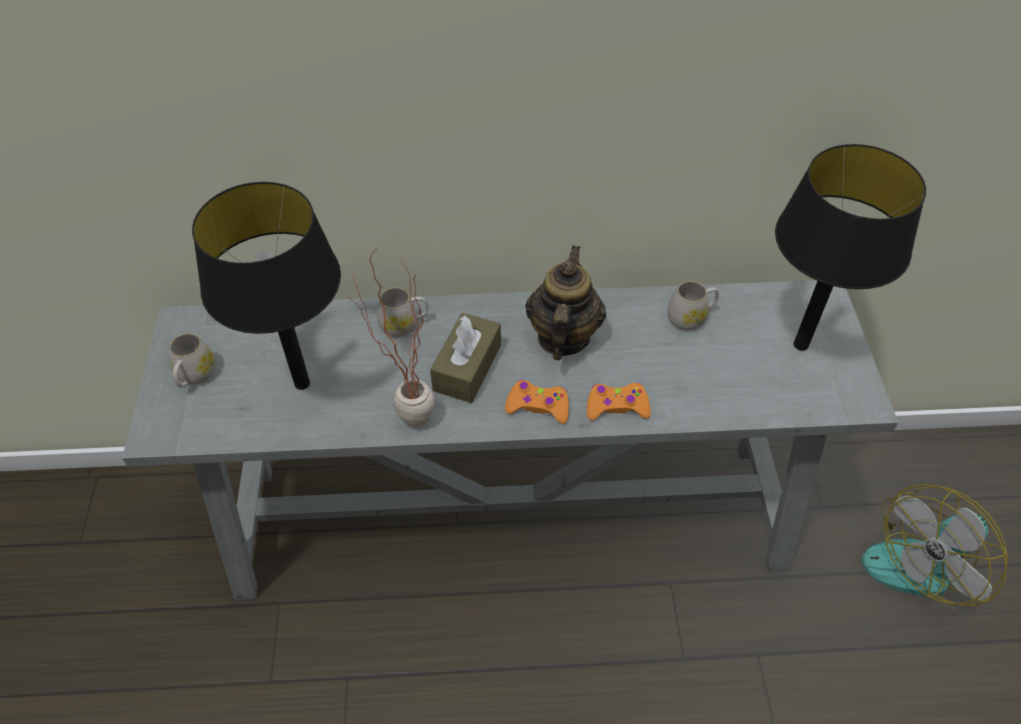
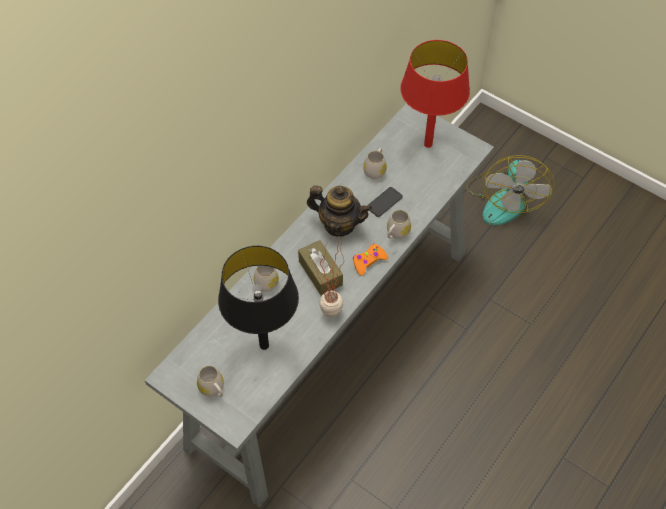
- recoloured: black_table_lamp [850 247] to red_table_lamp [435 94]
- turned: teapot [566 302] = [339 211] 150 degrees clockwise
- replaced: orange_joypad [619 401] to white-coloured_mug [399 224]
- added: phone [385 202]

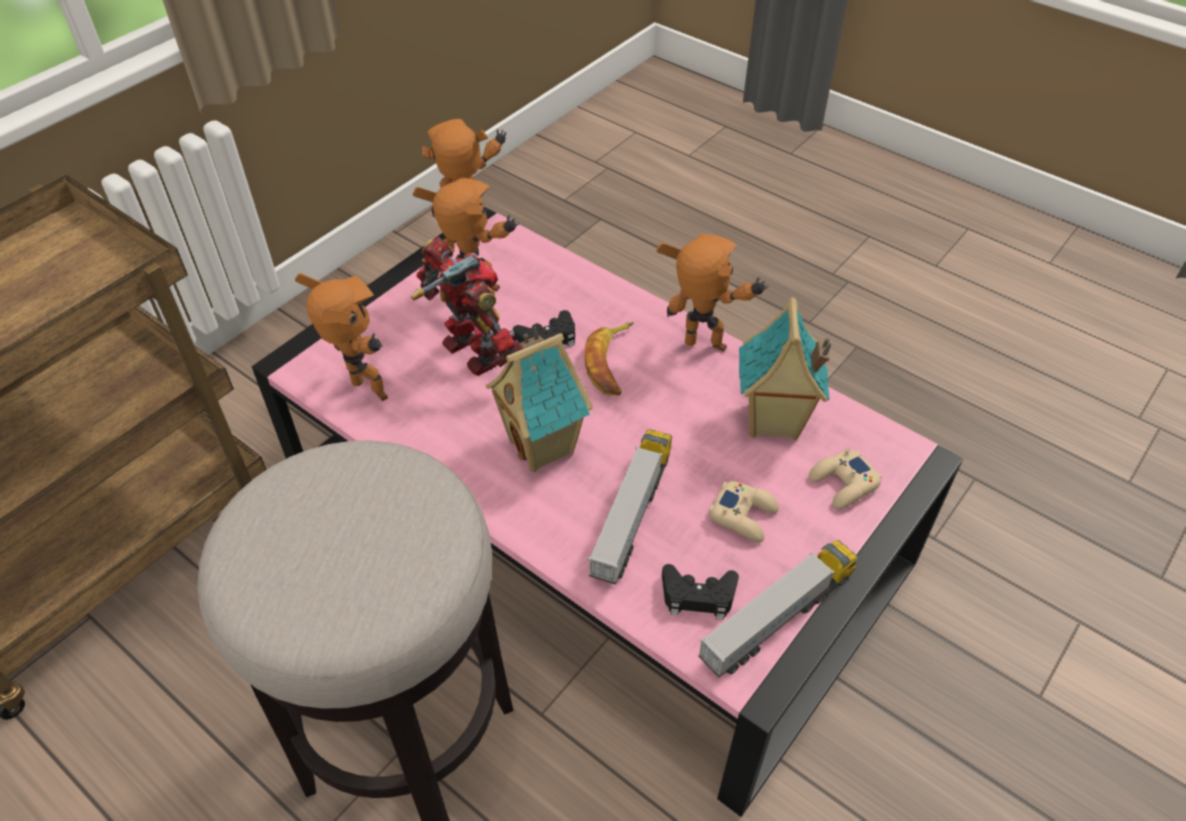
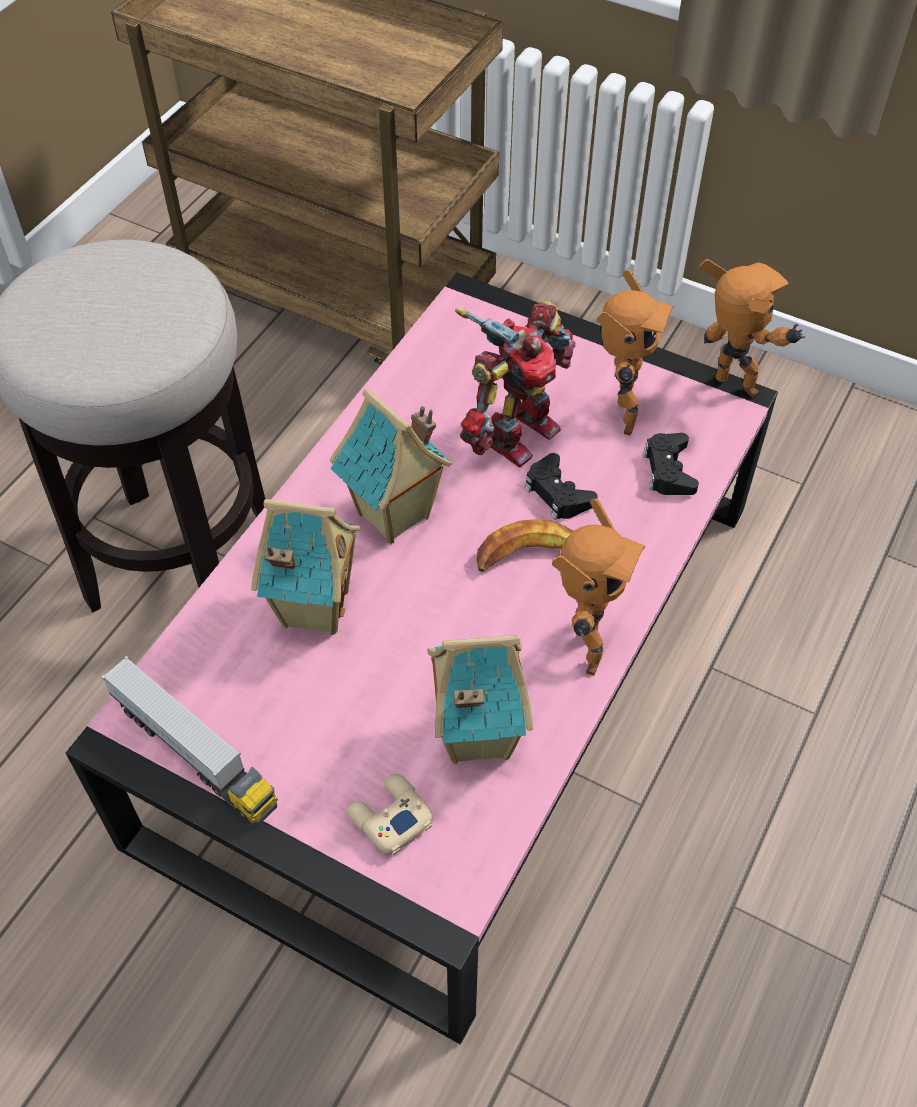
- removed: model_robot [341 337]
- replaced: model_truck [630 506] to miniature_house [305 567]
- removed: beige_joypad [744 512]
- moved: black_joypad [700 592] to [671 464]

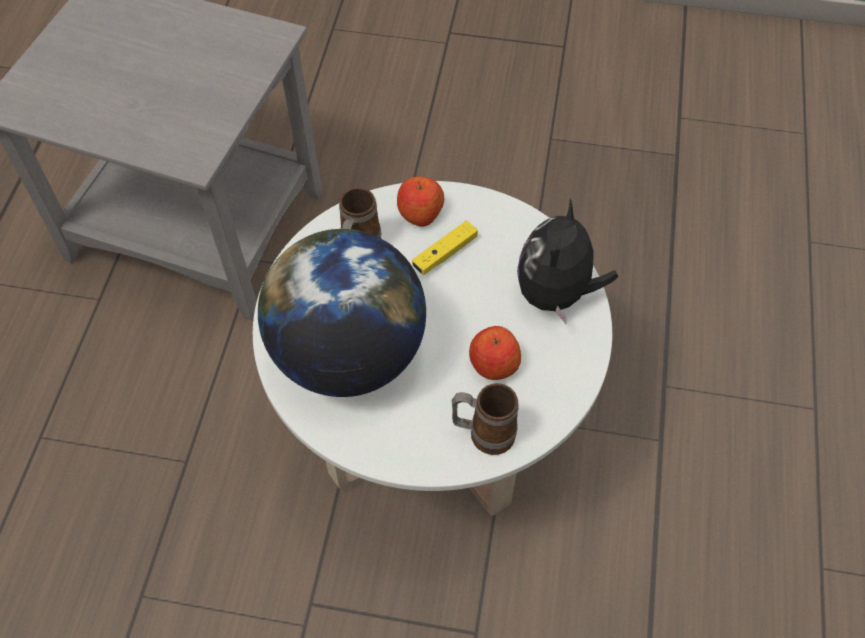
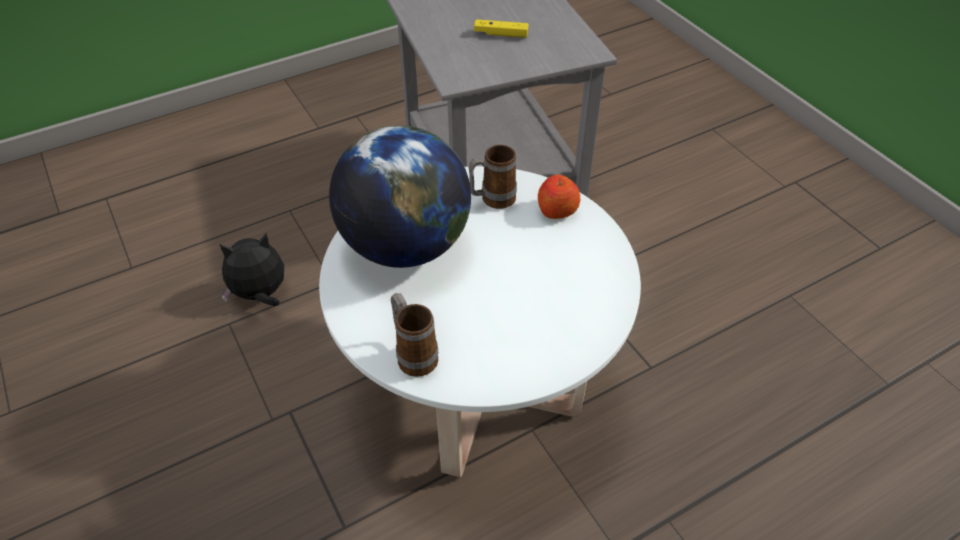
- moved: soft_toy [567 261] to [251 269]
- moved: yellow_joypad [445 248] to [501 28]
- removed: whole_apple [495 353]

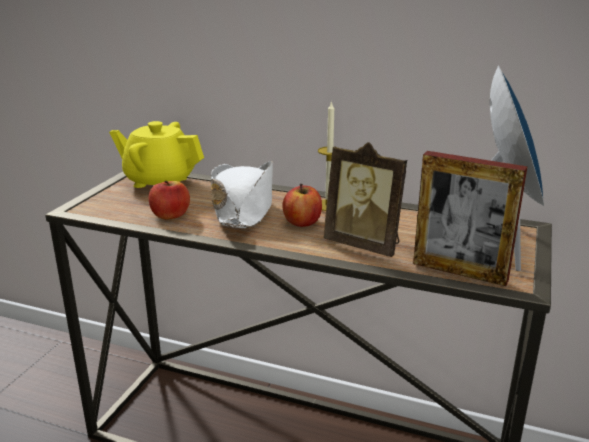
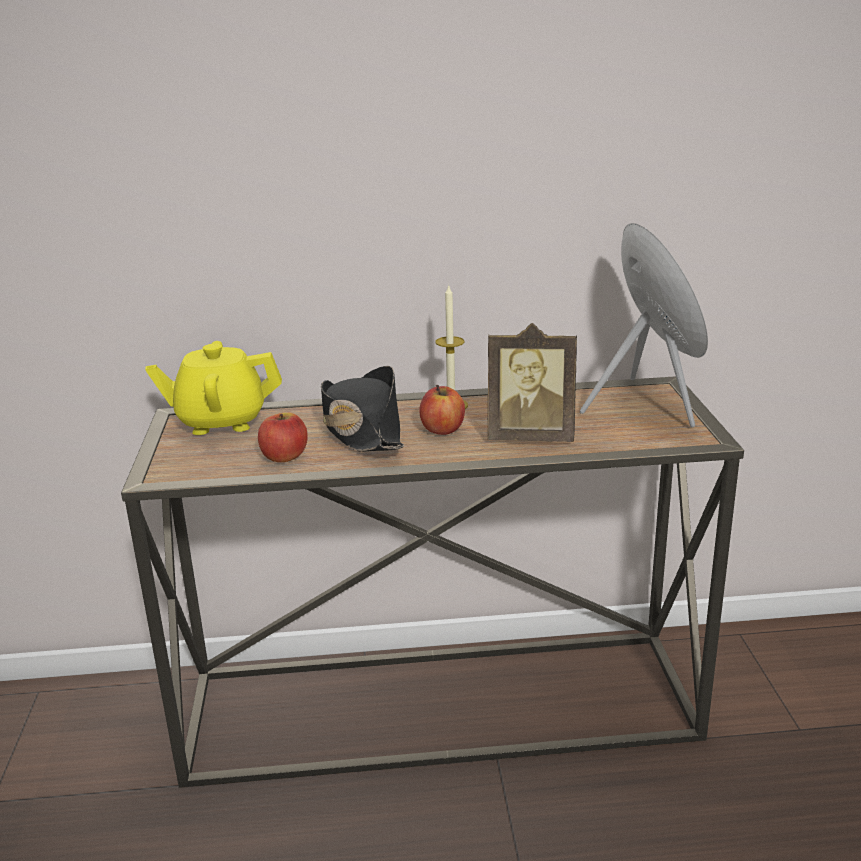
- removed: standing_frame [470 218]
- recoloured: white-coloured_clothing_hat [242 194] to black_clothing_hat [362 409]

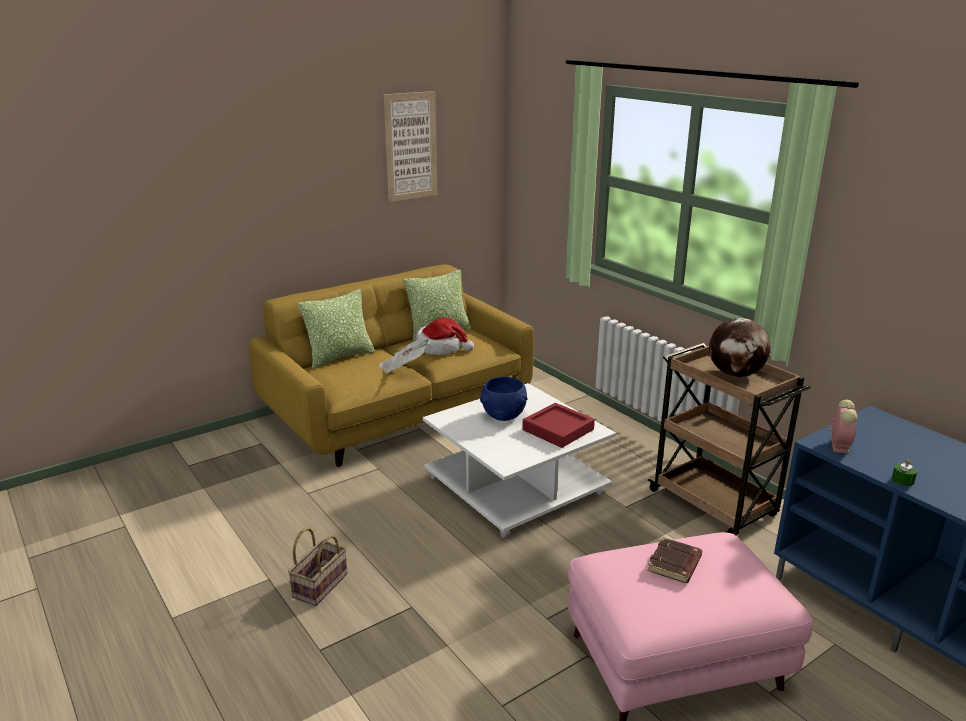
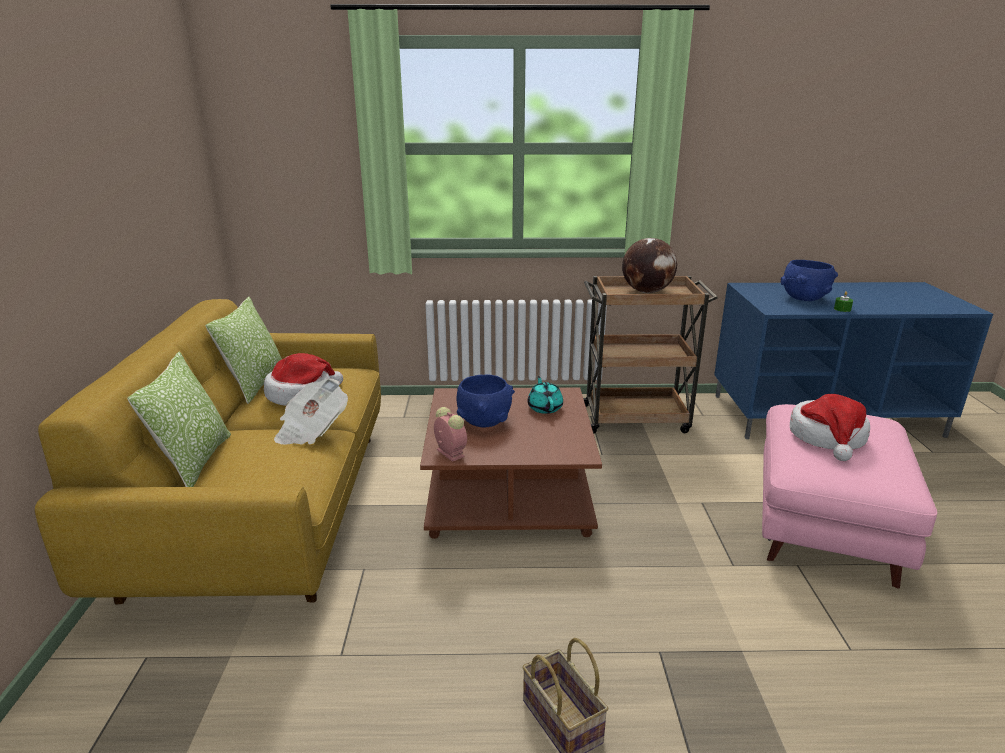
- removed: wall_picture [410 146]
- recoloured: white-coloured_lounge_table [519 460] to brown-coloured_lounge_table [511 463]
- moved: table_clock [843 427] to [450 434]
- replaced: red_carrying_tray [558 425] to turquoise-coloured_teapot [545 395]
- replaced: brown-coloured_volume [674 560] to clothing_hat [830 427]
- added: blue_deep_dish [809 280]

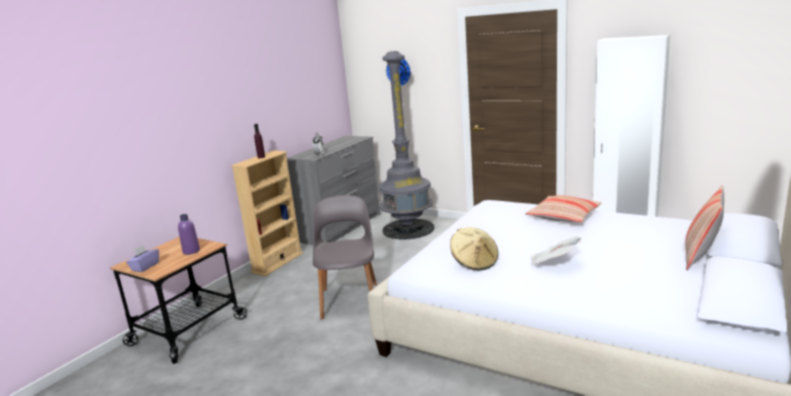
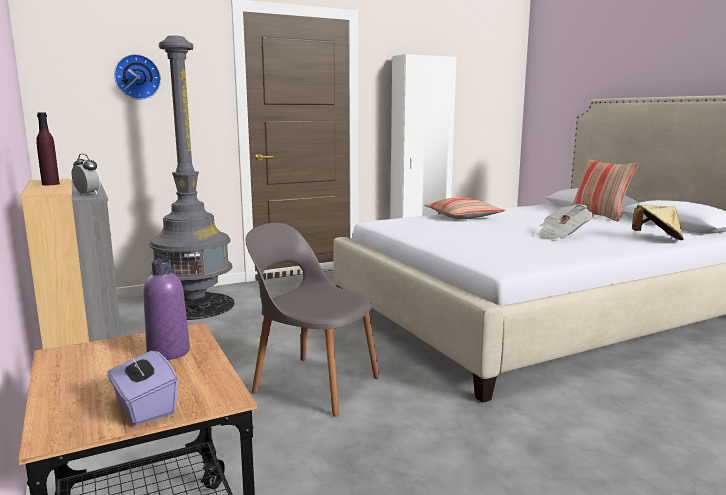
- moved: beige_clothing_hat [474 248] to [658 222]

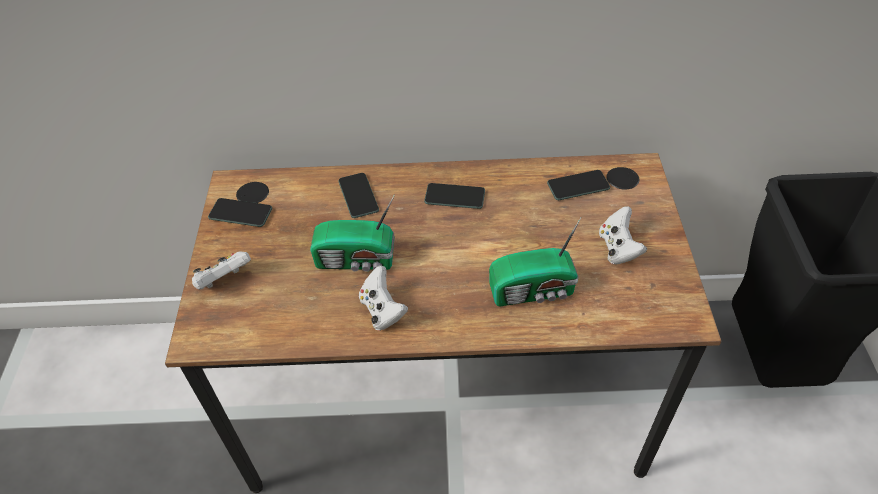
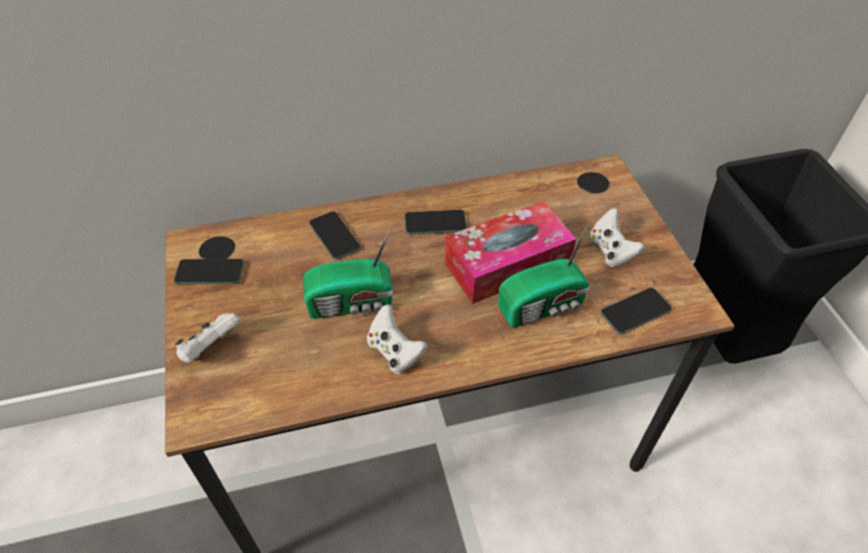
- moved: phone [578 185] to [636 311]
- added: tissue_box [510 252]

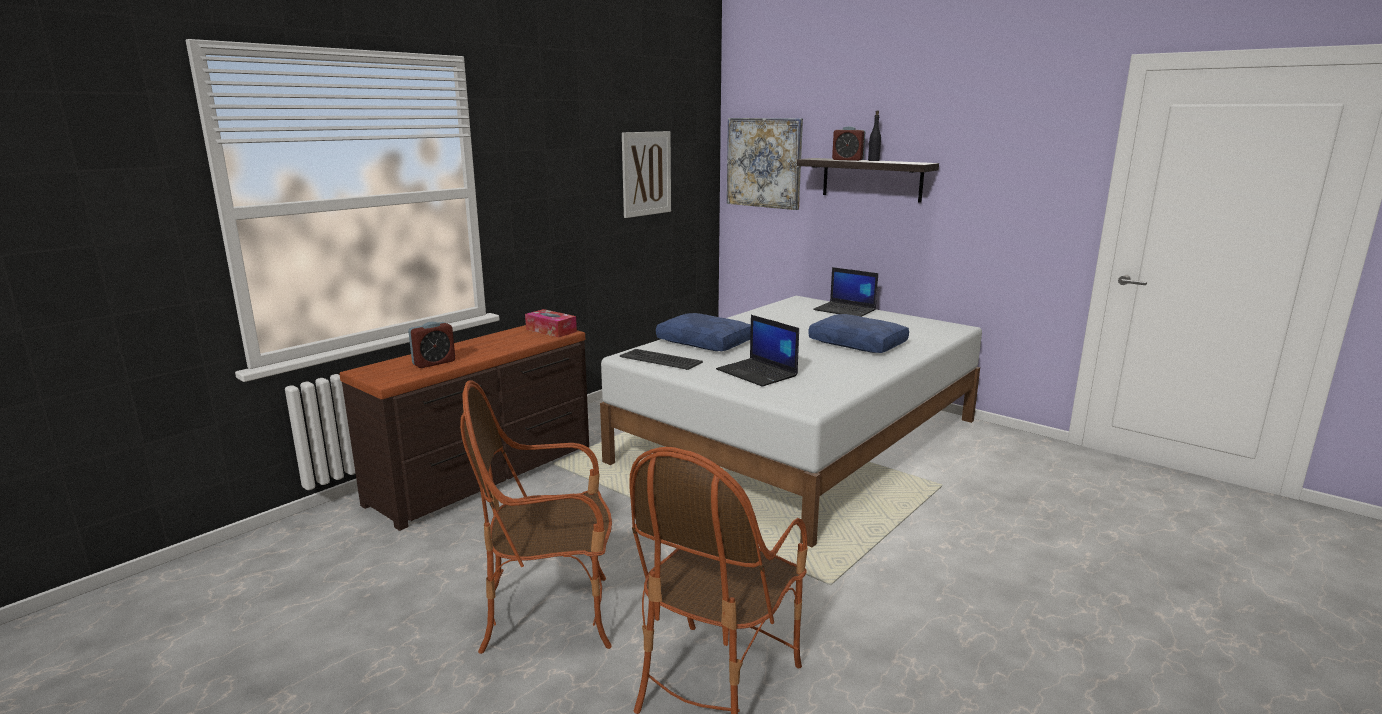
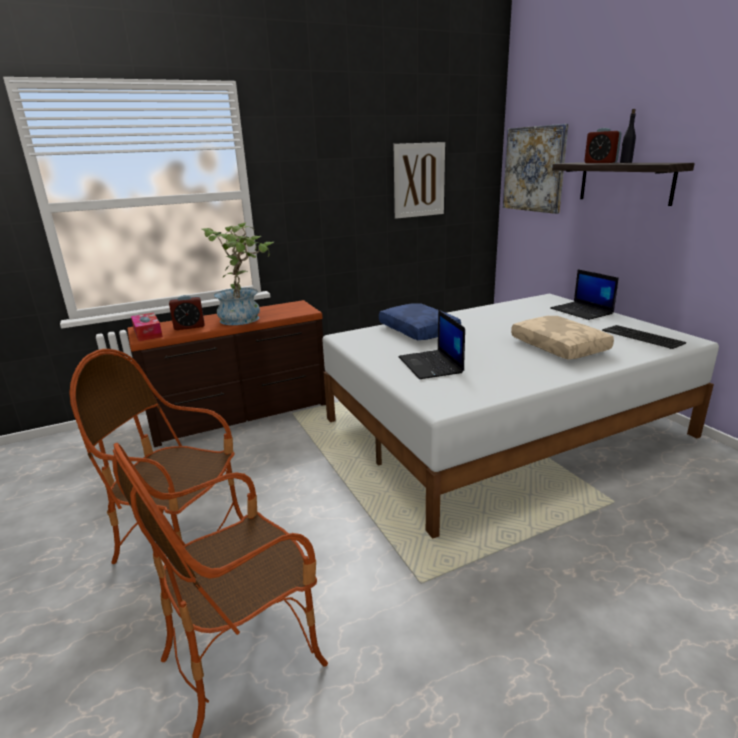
- moved: tissue_box [551 323] to [147 327]
- recoloured: blue_cushion [858 333] to beige_cushion [562 338]
- moved: keyboard [661 359] to [644 337]
- added: plant_in_a_pot [238 273]

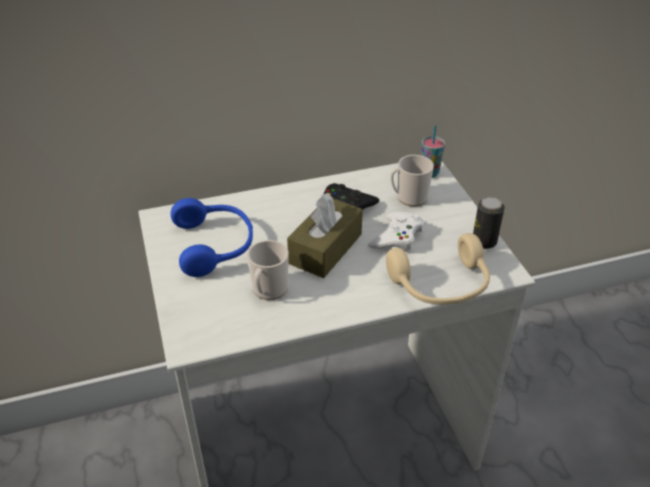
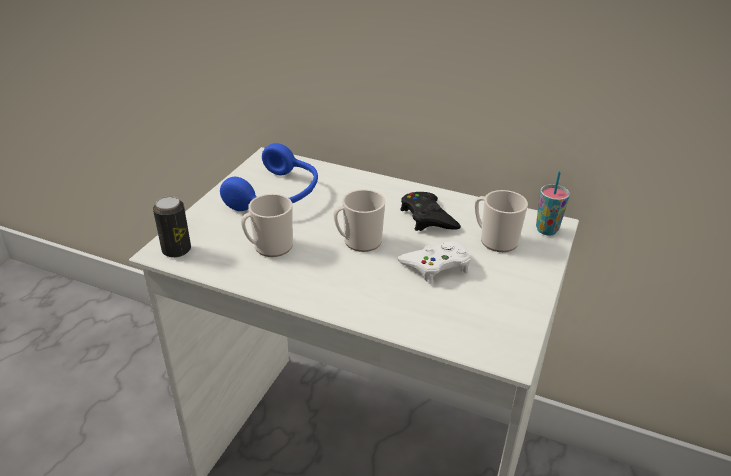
- replaced: brown-coloured_tissue_box [325 235] to mug [359 220]
- moved: metal_can [489 223] to [172 227]
- removed: beige_pair_of_headphones [438 269]

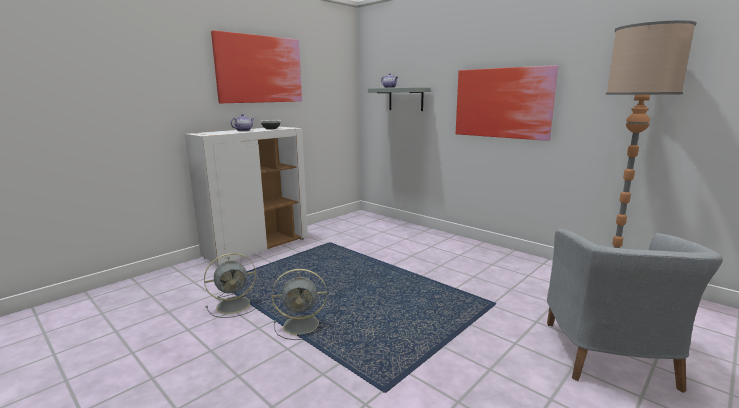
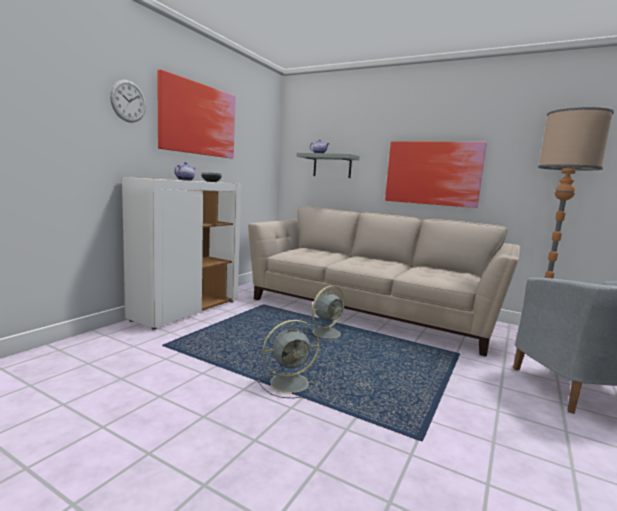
- moved: greyish_cooling_fan [231 285] to [325 313]
- added: hanging_clock [128 101]
- added: beige_sofa [384 281]

